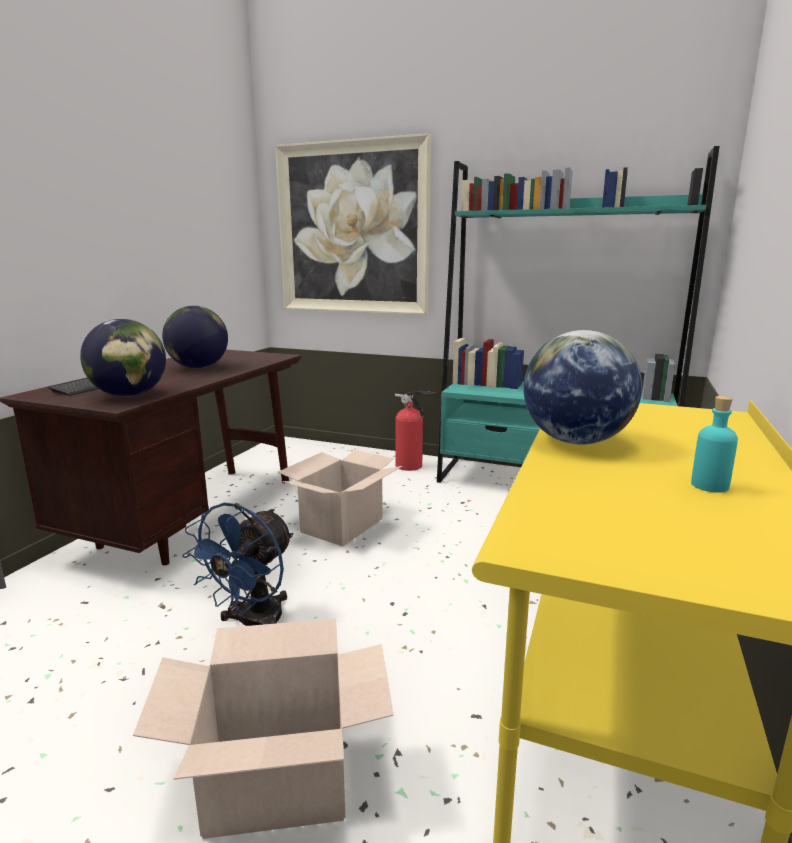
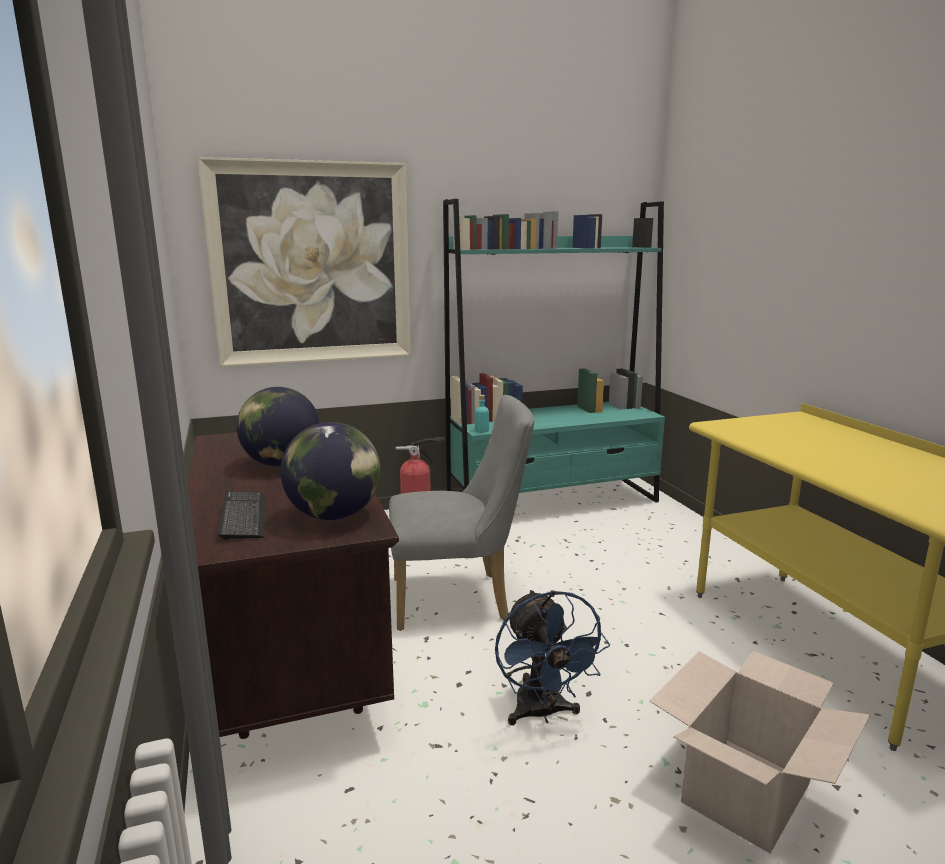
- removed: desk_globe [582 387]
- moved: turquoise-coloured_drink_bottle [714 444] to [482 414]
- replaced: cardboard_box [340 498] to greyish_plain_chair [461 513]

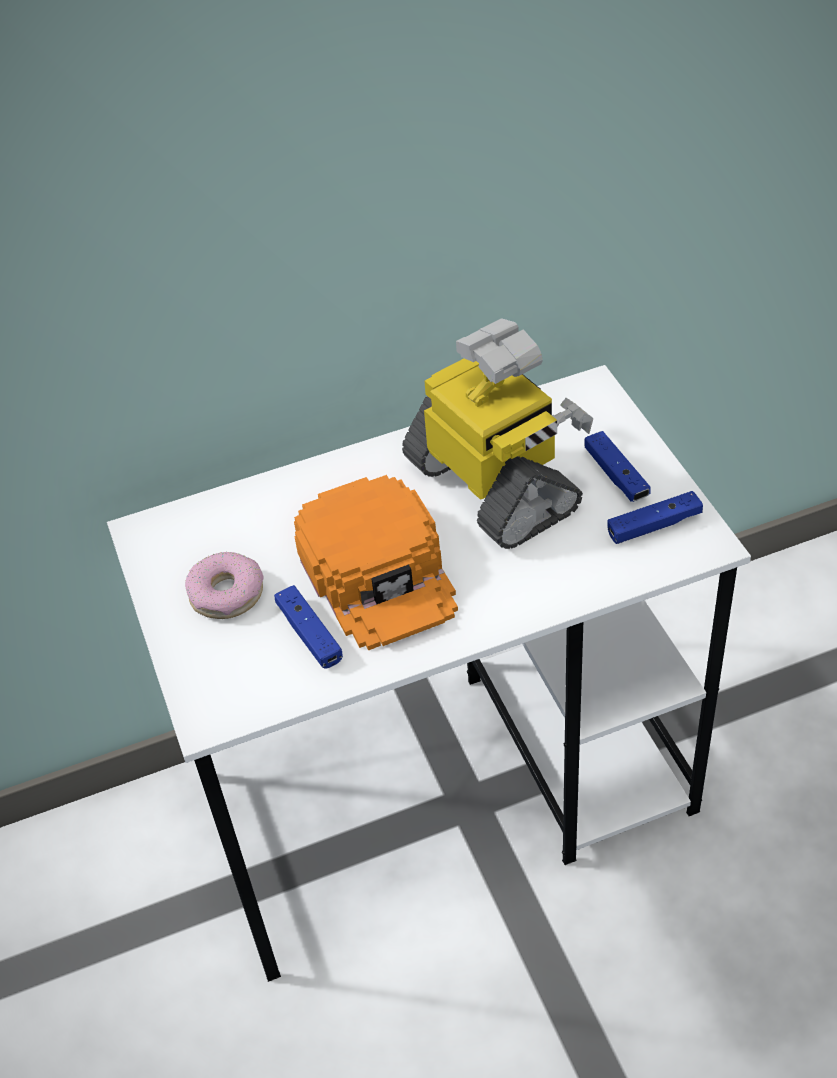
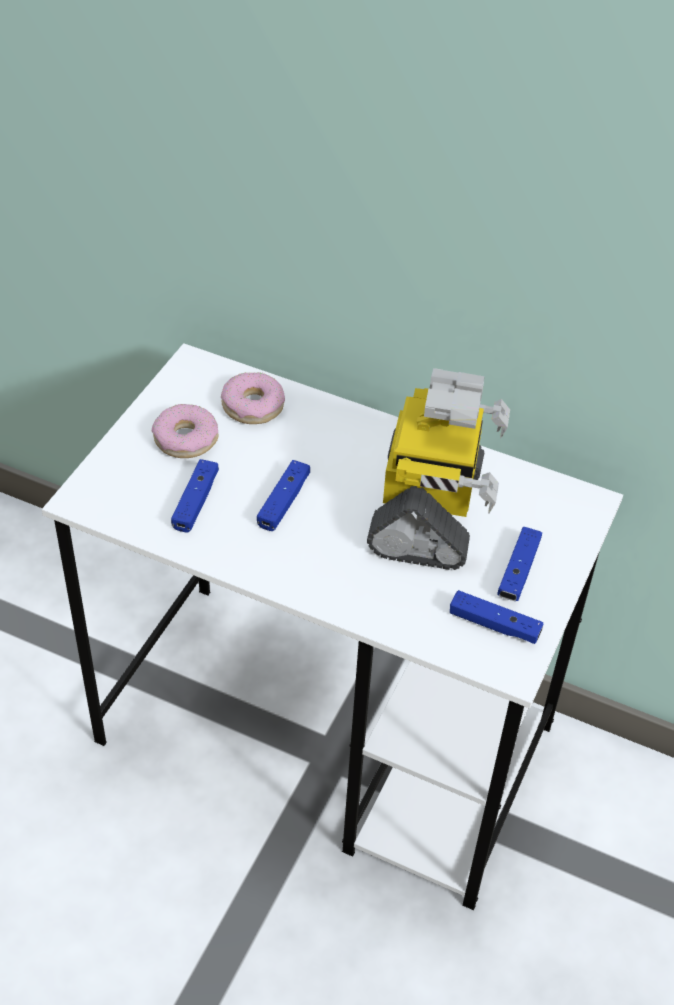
- replaced: orange_peaked_cap [376 562] to blue_joypad [283 495]
- added: doughnut [253 398]

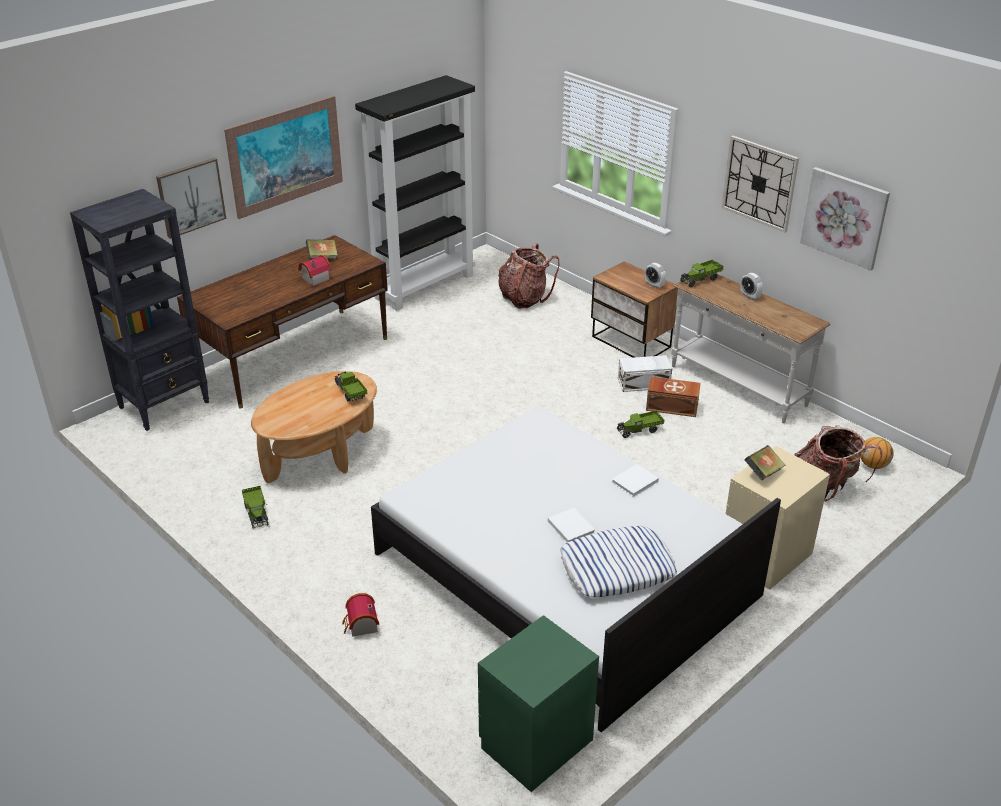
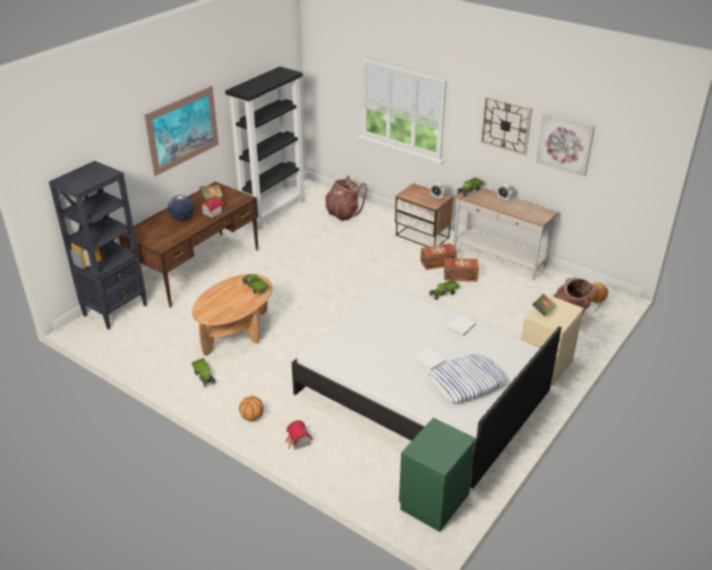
- removed: wall_picture [191 198]
- recoloured: white-coloured_storage_box [645 373] to brown-coloured_storage_box [438 256]
- added: desk_globe [181 208]
- added: basketball [251 408]

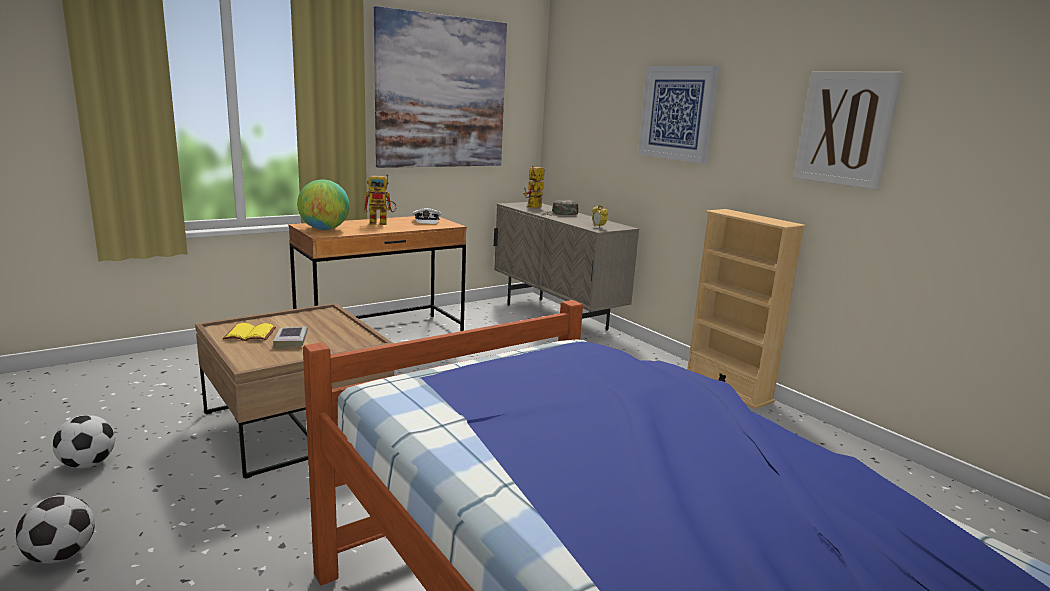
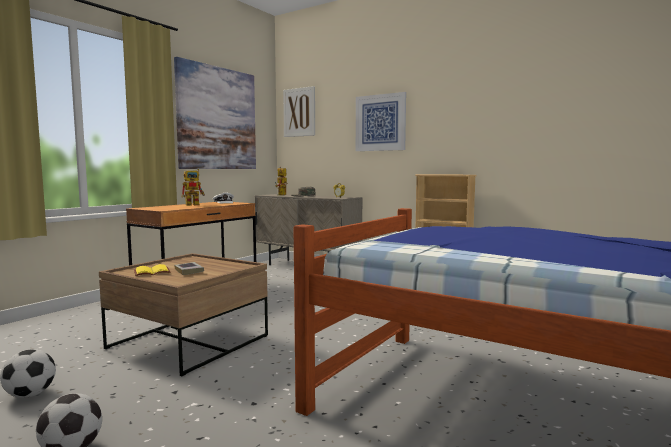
- moved: wall_picture [848 131] to [299 111]
- removed: desk_globe [323 204]

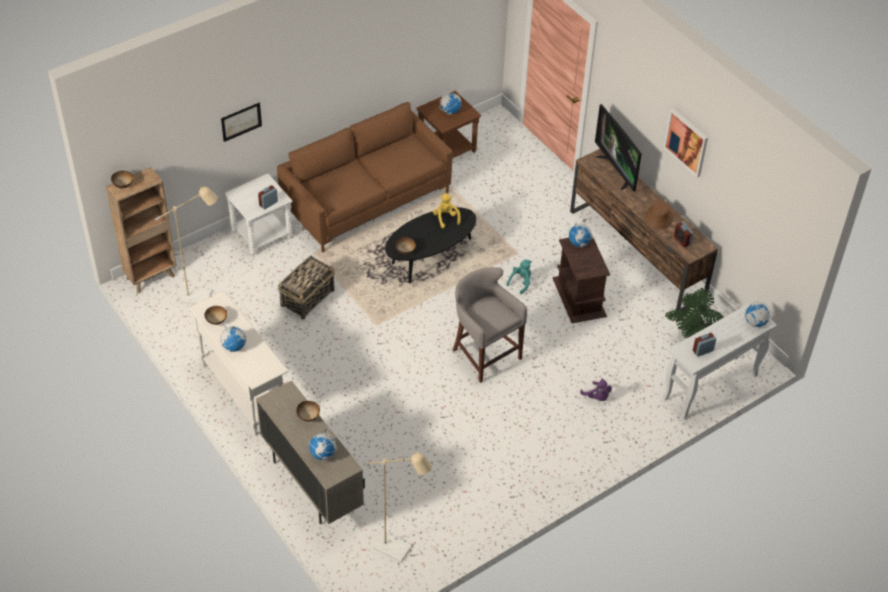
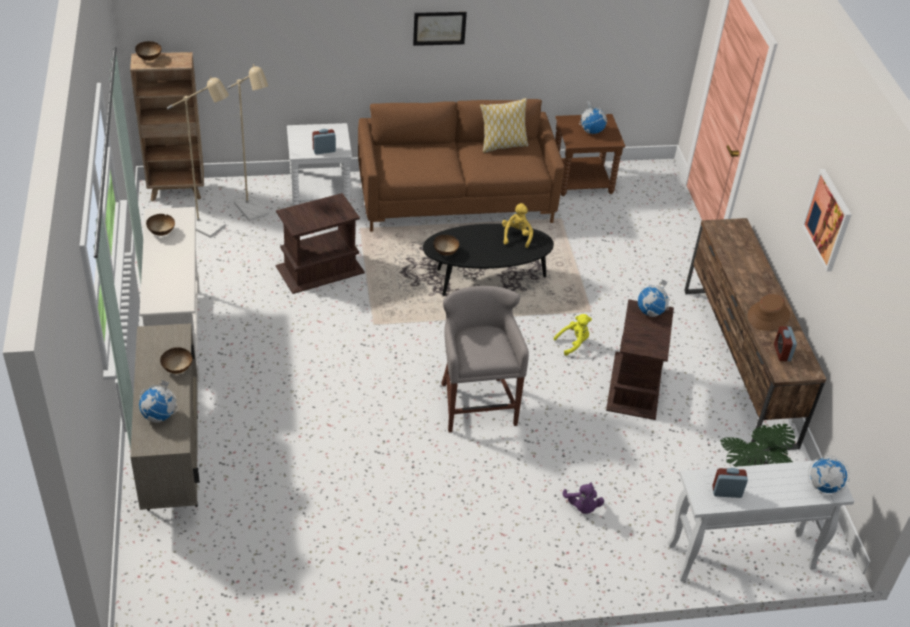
- moved: wall_picture [241 122] to [440 29]
- removed: television [618 148]
- replaced: storage_basket [306 287] to brown-coloured_end_table [320 243]
- recoloured: turquoise-coloured_soft_toy [518 277] to yellow_soft_toy [572 335]
- removed: desk_globe [233 337]
- moved: beige_floor_lamp [397 507] to [248 142]
- added: cushion [504 125]

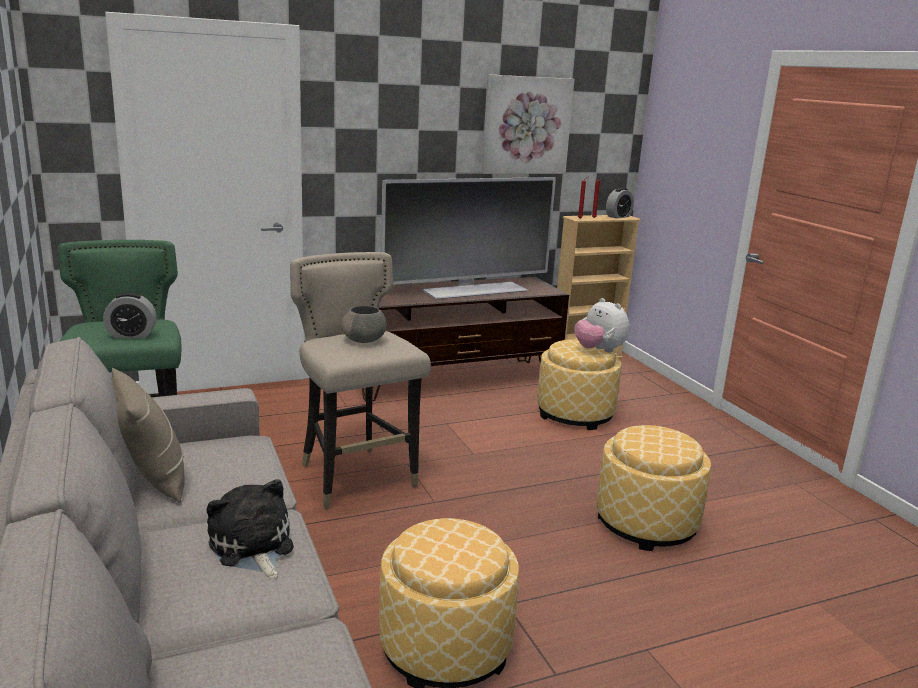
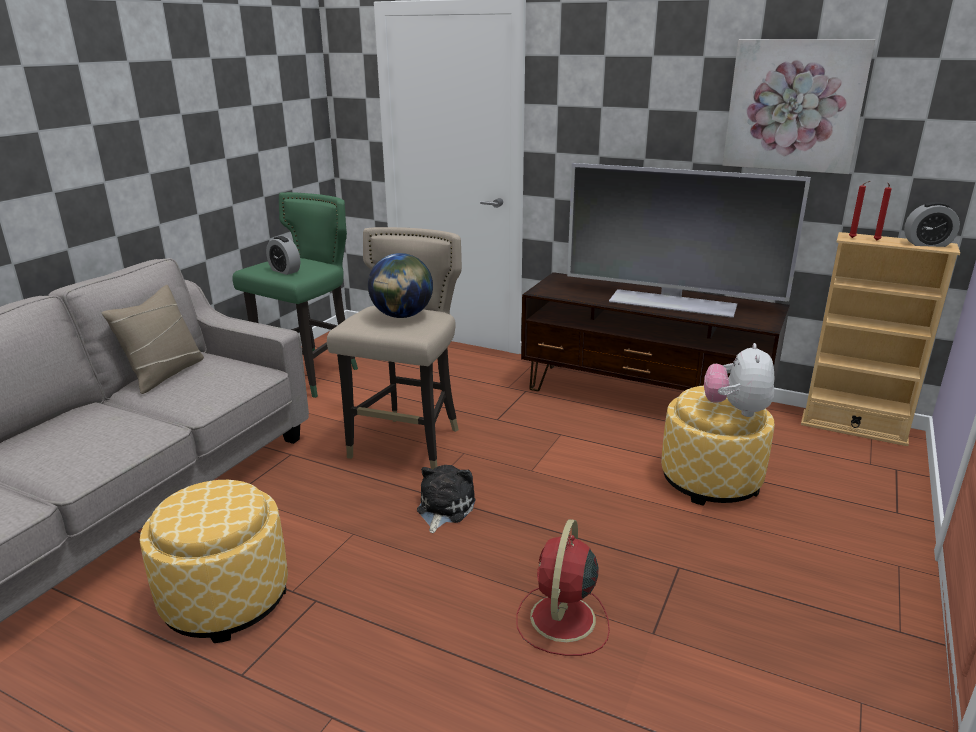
- replaced: greyish_deep_dish [364 324] to desk_globe [400 285]
- replaced: pouffe [654 488] to red_cooling_fan [563 587]
- moved: soft_toy [250 528] to [446 499]

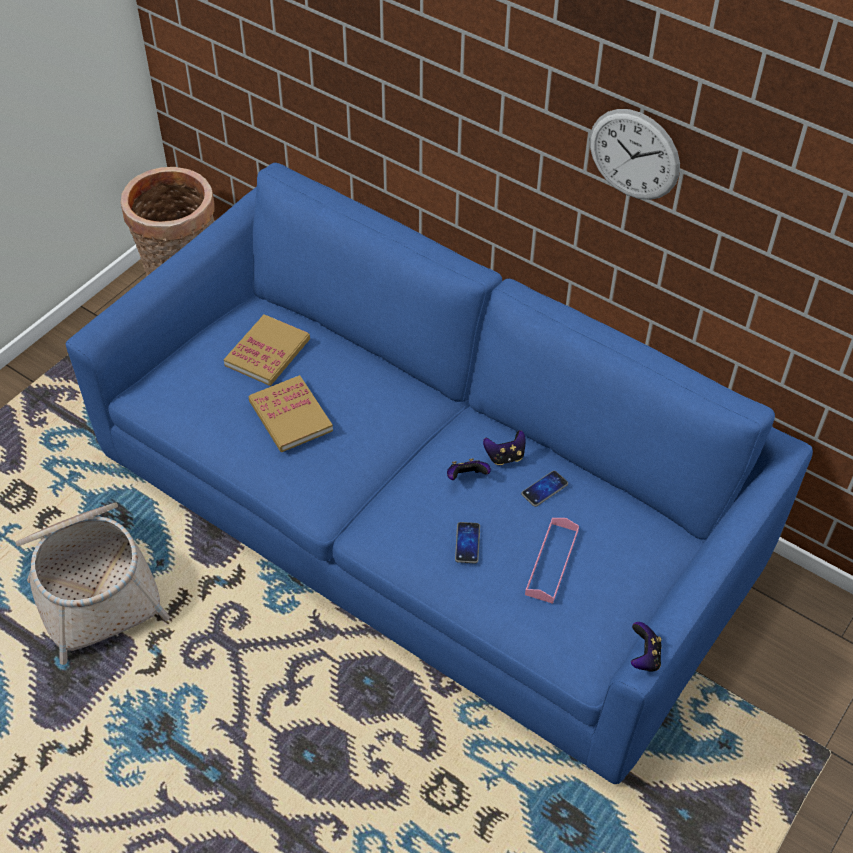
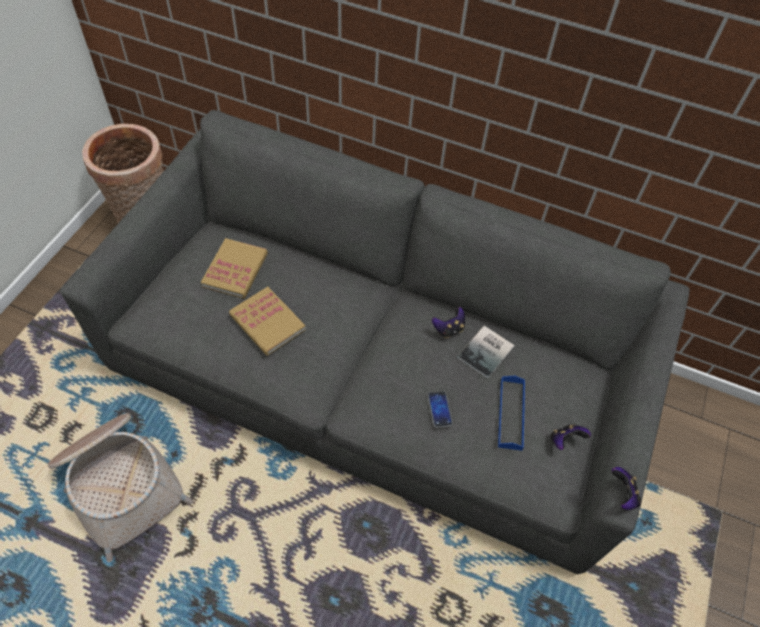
- removed: hanging_clock [635 154]
- recoloured: blue_sofa [439 473] to greyish_sofa [375 342]
- moved: joypad [469 469] to [571 437]
- replaced: phone [544 489] to volume [485 352]
- recoloured: pink_carrying_tray [552 561] to blue_carrying_tray [511 413]

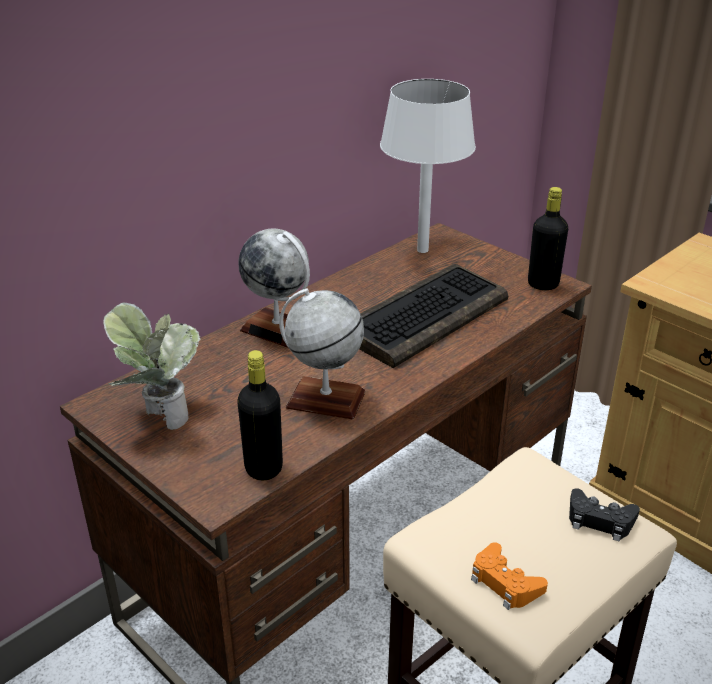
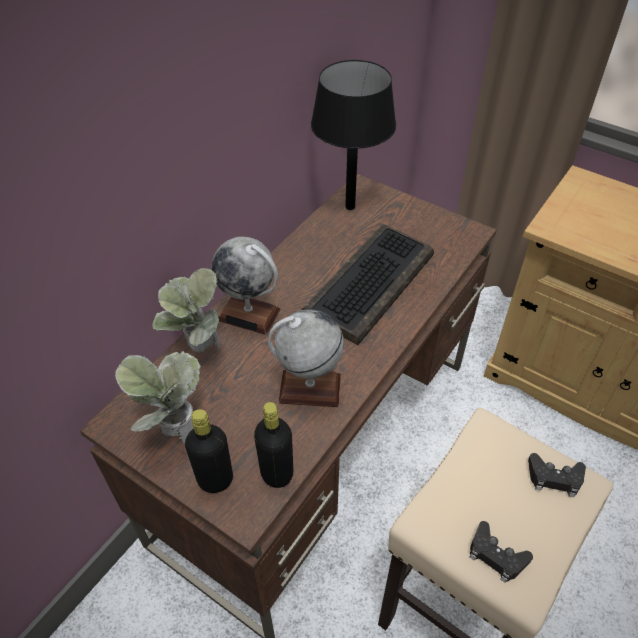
- recoloured: white-coloured_table_lamp [428 166] to black_table_lamp [353 135]
- moved: black_drink_bottle [548 238] to [209 451]
- recoloured: orange_joypad [509 576] to black_joypad [501 552]
- added: plant_in_a_pot [186 310]

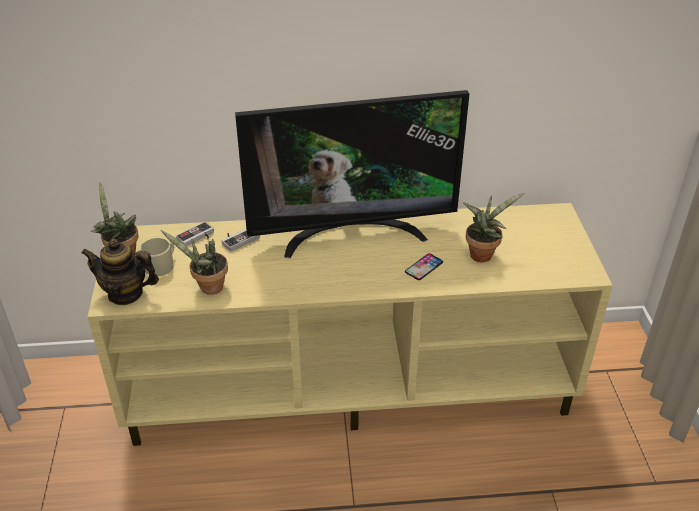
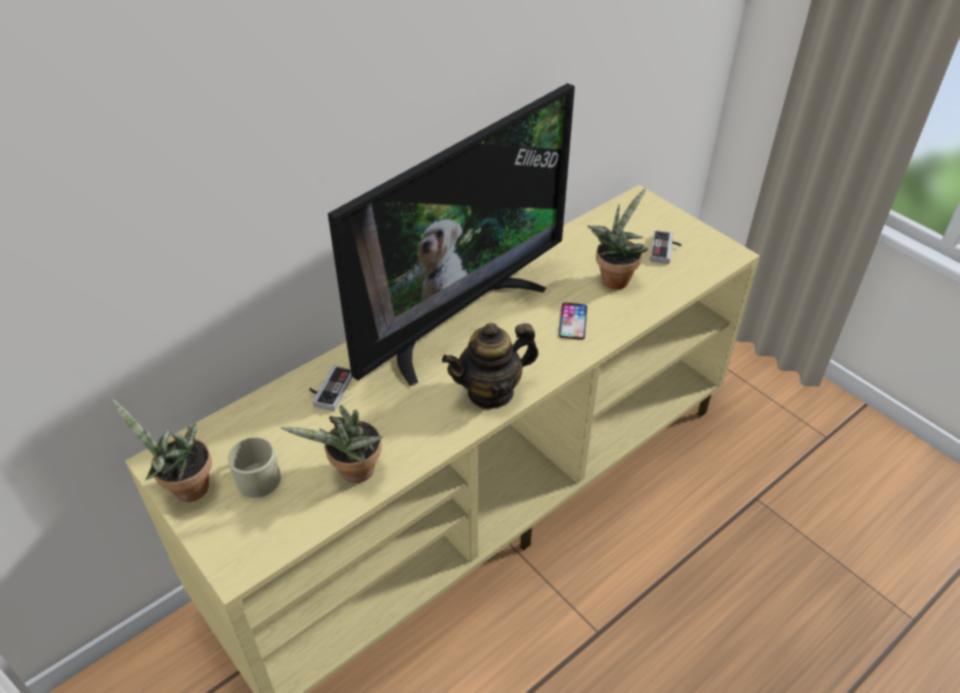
- moved: joypad [195 234] to [665 247]
- moved: teapot [120 272] to [490 366]

